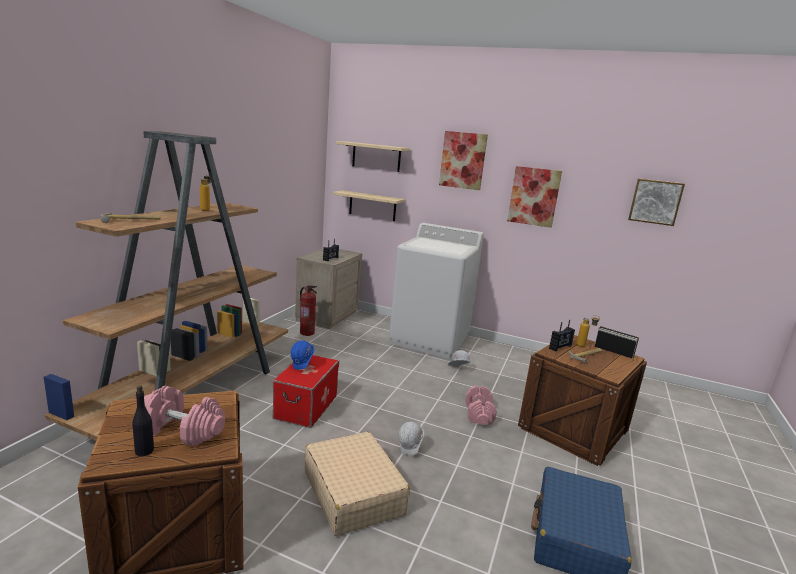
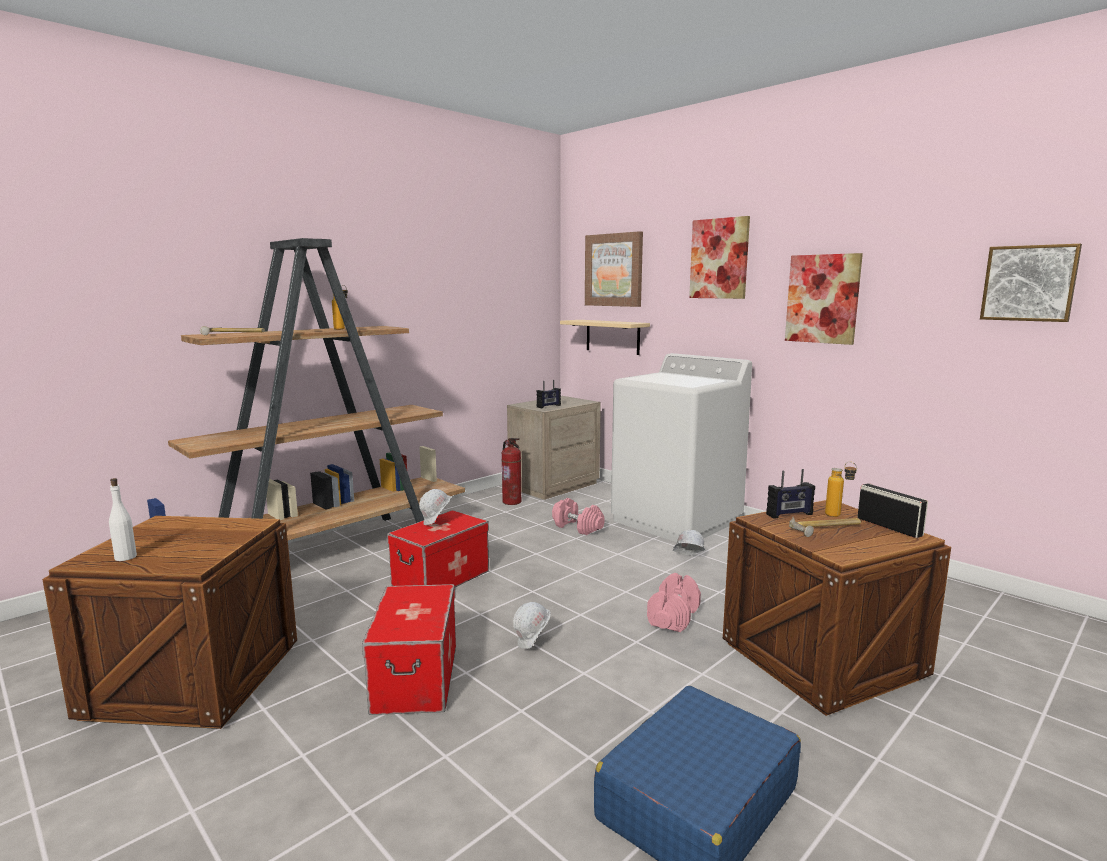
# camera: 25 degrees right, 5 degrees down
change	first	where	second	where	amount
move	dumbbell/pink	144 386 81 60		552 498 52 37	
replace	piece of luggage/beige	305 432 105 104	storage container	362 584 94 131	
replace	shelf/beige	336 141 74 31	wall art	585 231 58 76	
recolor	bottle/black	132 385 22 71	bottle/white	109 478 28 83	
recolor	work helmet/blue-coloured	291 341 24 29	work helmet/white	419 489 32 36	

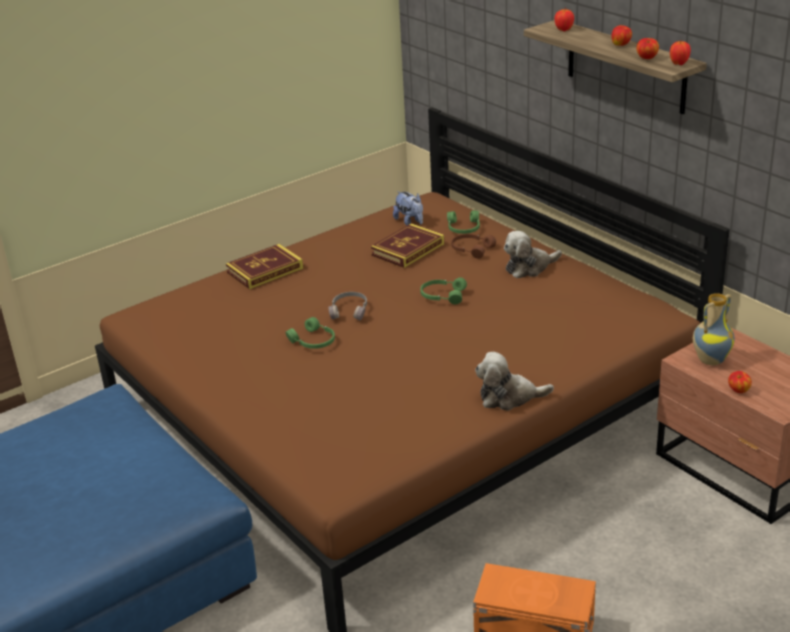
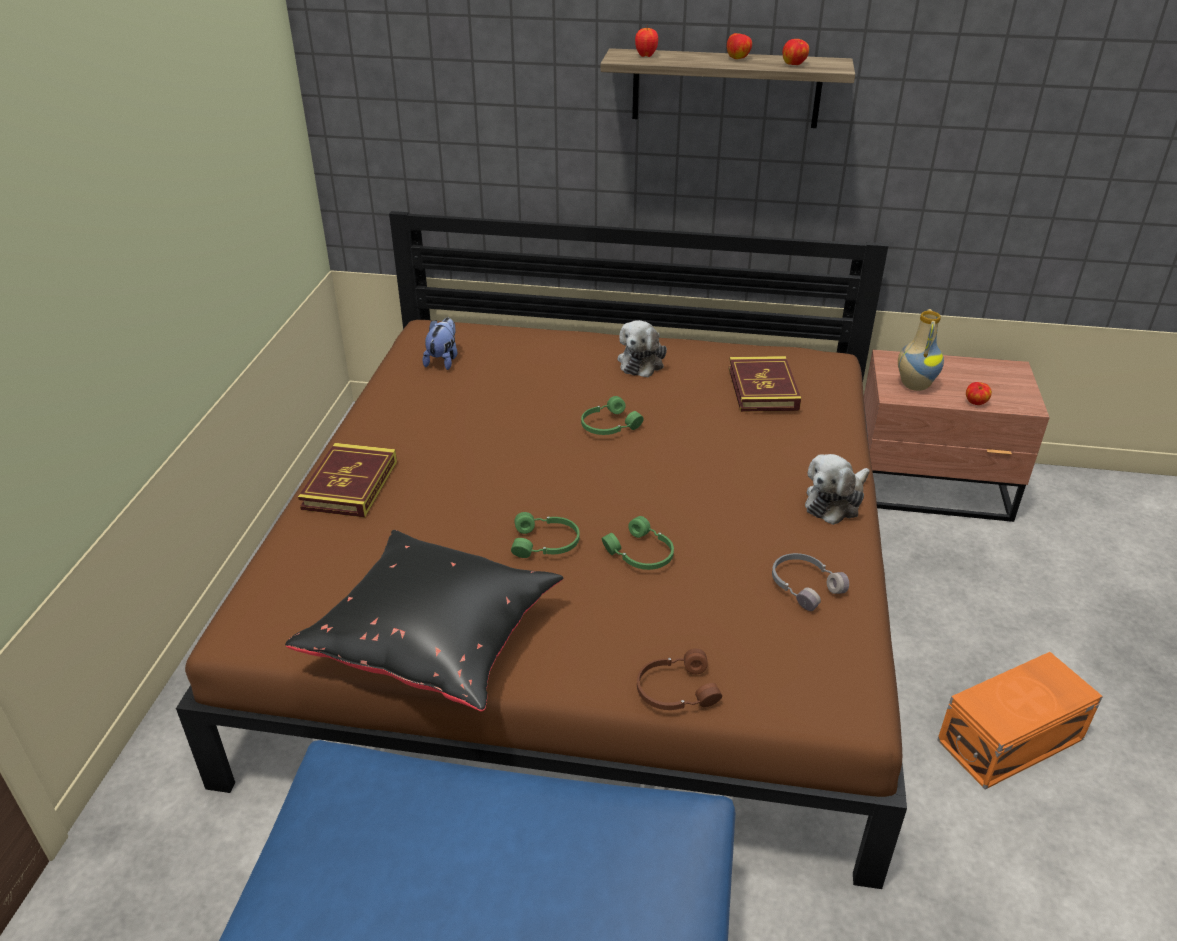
# camera: 45 degrees left, 5 degrees up
change	first	where	second	where	amount
delete	whole apple	670 40 21 25			
insert			pillow/black	285 530 278 181	
move	headphones/grey	329 292 38 28		772 553 77 58	
move	book	371 223 73 45		729 356 72 56	
move	headphones/green	447 210 33 24		602 516 72 54	
move	headphones/brownish	451 234 45 25		637 648 85 62	
rotate	soft toy	393 191 30 34		422 318 35 52	90 degrees counterclockwise

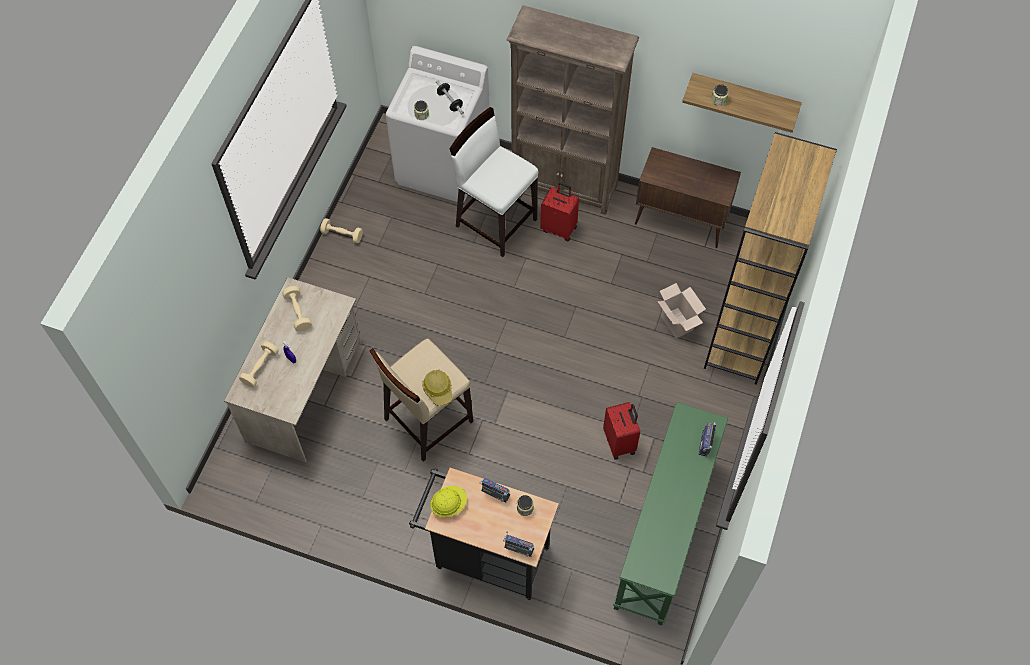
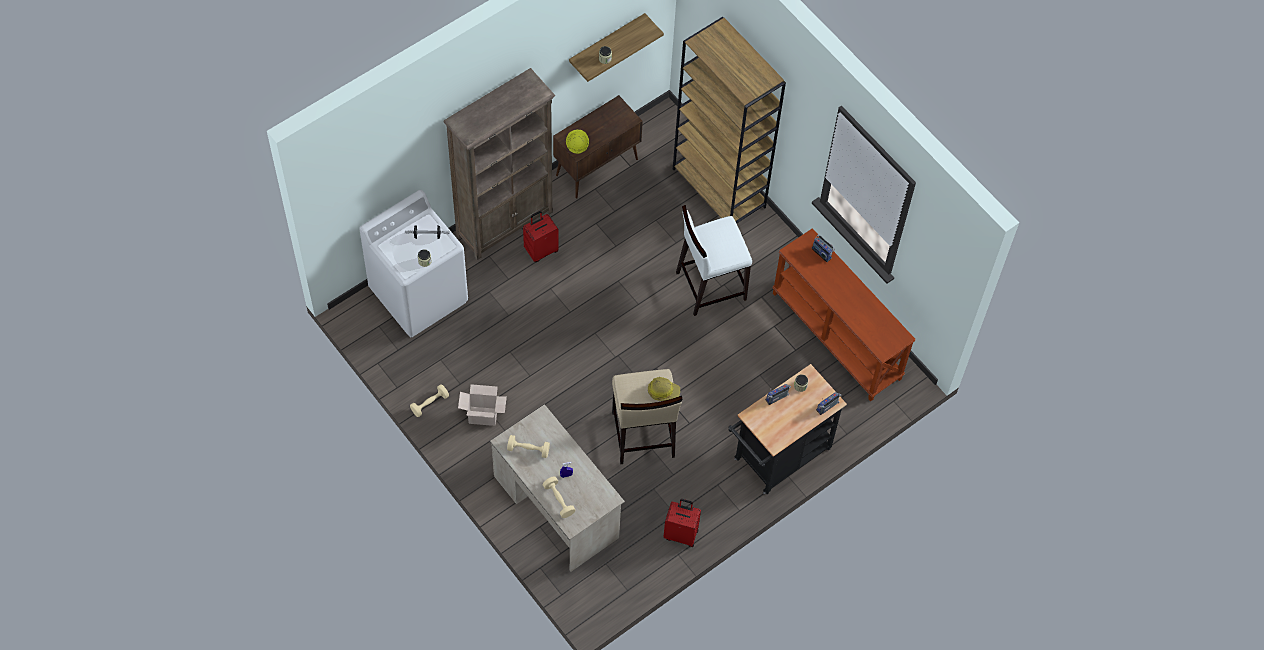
# camera: 60 degrees left, 0 degrees up
change	first	where	second	where	amount
move	work helmet/yellow	430 486 37 31		566 129 23 25	
move	stool/white	449 107 89 150		676 205 76 111	
move	piece of luggage/red	603 402 37 58		663 499 38 48	
move	cardboard box	657 283 49 55		458 384 49 42	
recolor	narrow table/green	613 402 115 224	narrow table/brownish	772 228 144 173	

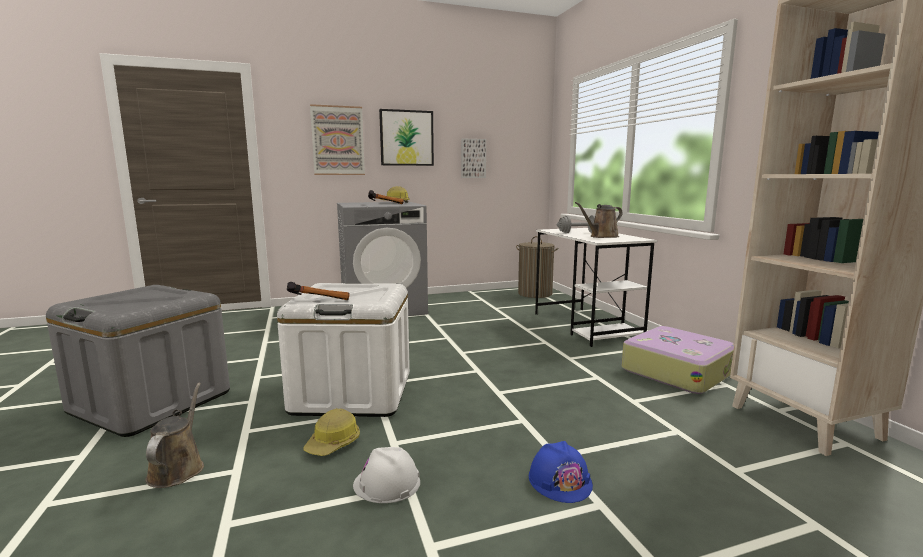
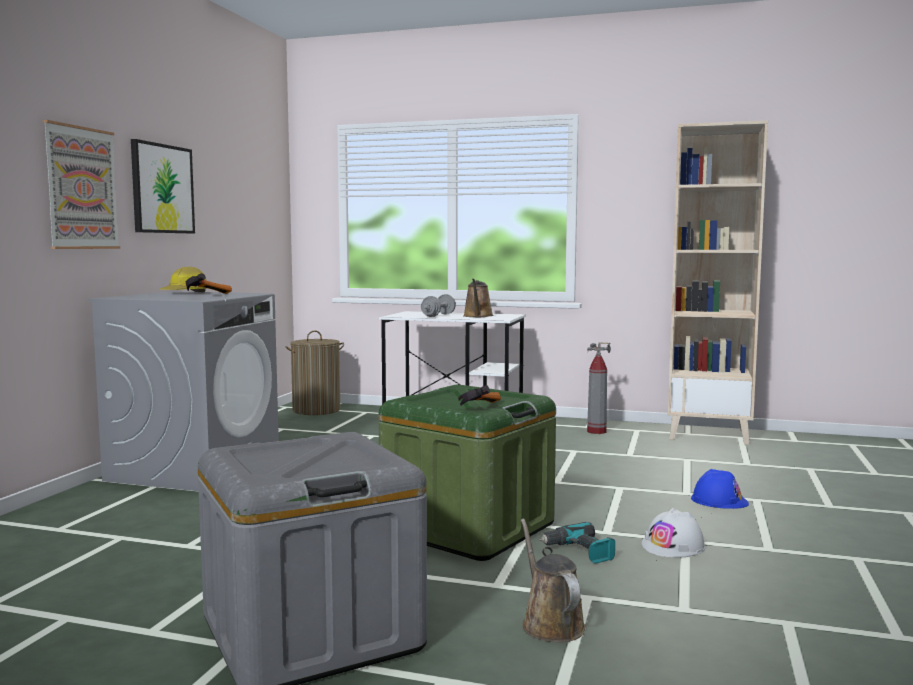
# camera: 55 degrees left, 5 degrees down
change	first	where	second	where	amount
delete	wall art	461 138 25 40			
replace	work helmet	304 408 56 48	drill	539 522 76 42	
replace	piece of luggage	622 326 112 68	fire extinguisher	587 343 24 91	
recolor	storage container/white	277 283 133 134	storage container/green	379 384 177 177	
rotate	watering can/brownish	145 383 59 105		521 519 64 124	45 degrees clockwise

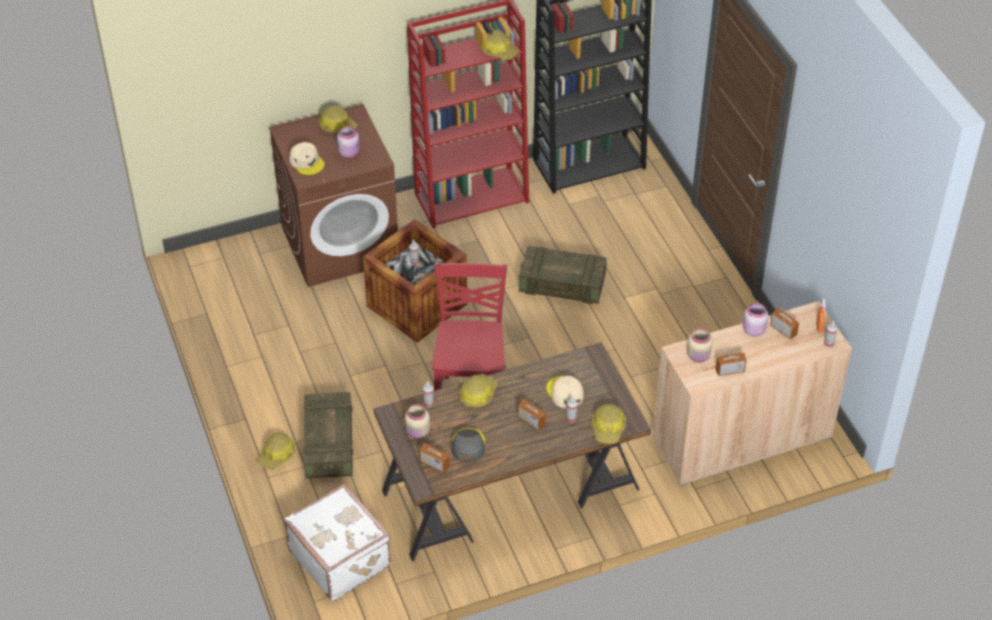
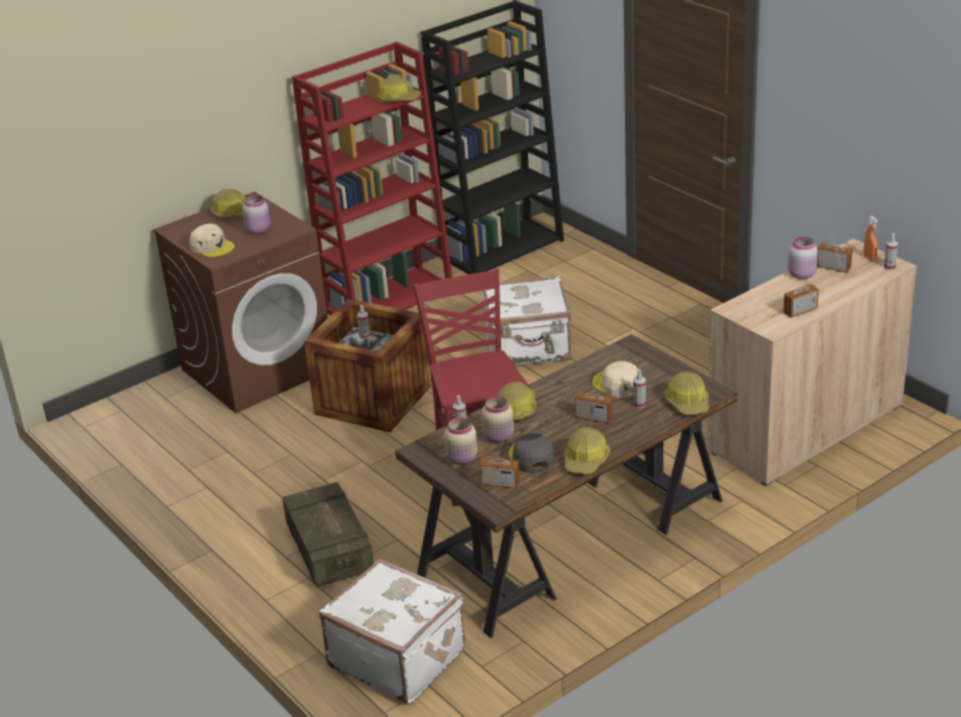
# camera: 15 degrees left, 15 degrees down
change	first	where	second	where	amount
move	work helmet	257 433 39 37		564 427 46 47	
move	preserve jar/beige	687 328 26 34		482 397 32 46	
replace	shipping crate	519 246 88 58	piece of luggage/white	482 276 89 89	

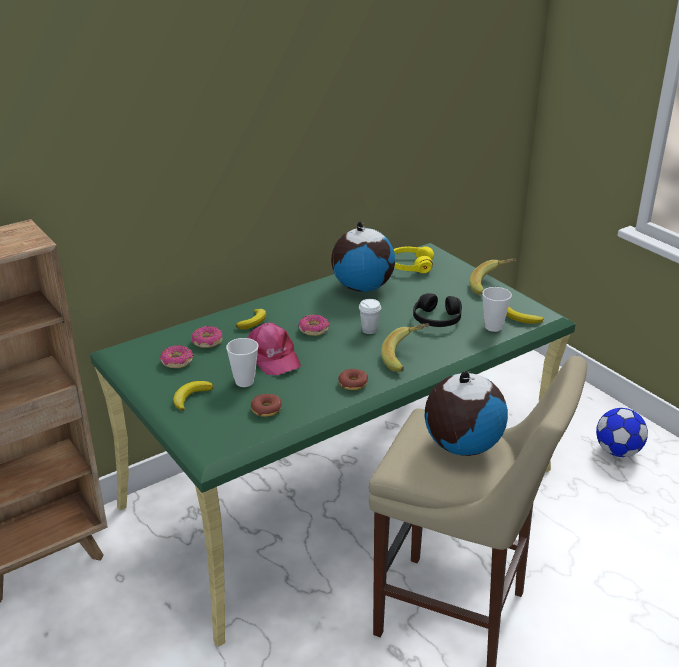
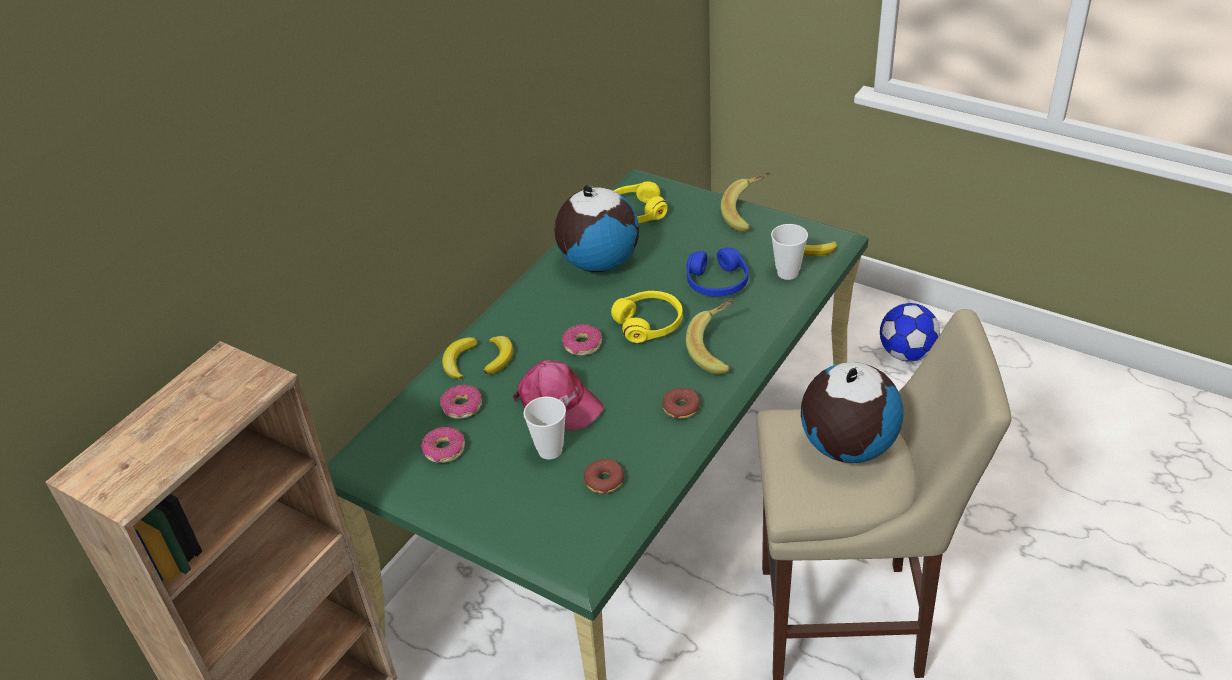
# camera: 20 degrees left, 10 degrees up
change	first	where	second	where	amount
move	whole banana	173 381 40 30		442 337 35 43	
replace	cup/white	359 299 22 35	headphones/yellow	611 291 72 52	
recolor	headphones/black	413 293 49 34	headphones/blue-coloured	687 247 61 50	

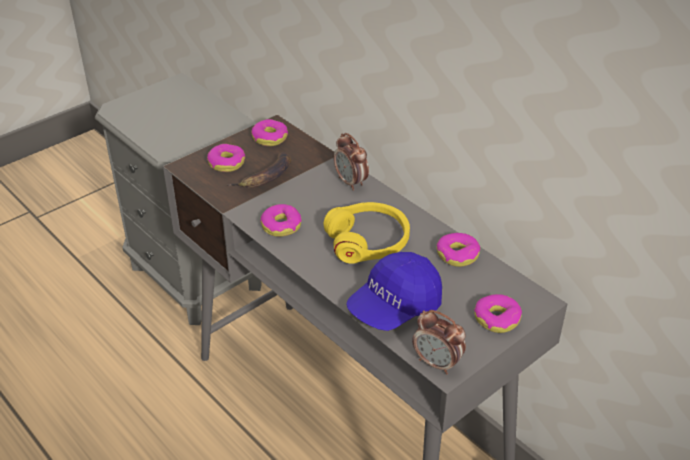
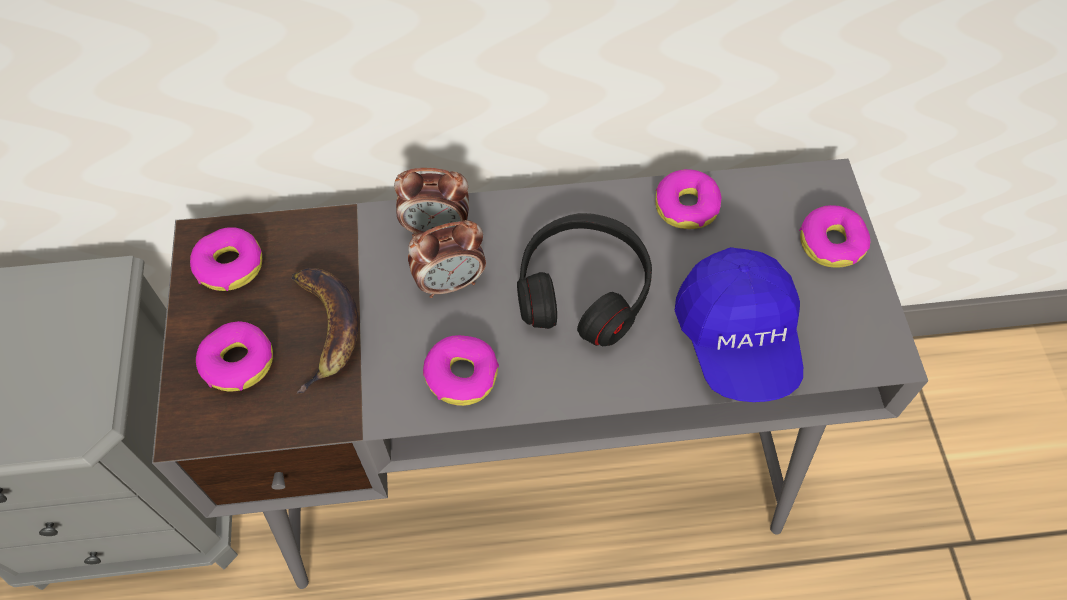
# camera: 55 degrees left, 20 degrees up
change	first	where	second	where	amount
move	table clock	412 310 54 64		408 220 78 78	
recolor	headphones/yellow	324 202 86 62	headphones/black	517 213 135 133	

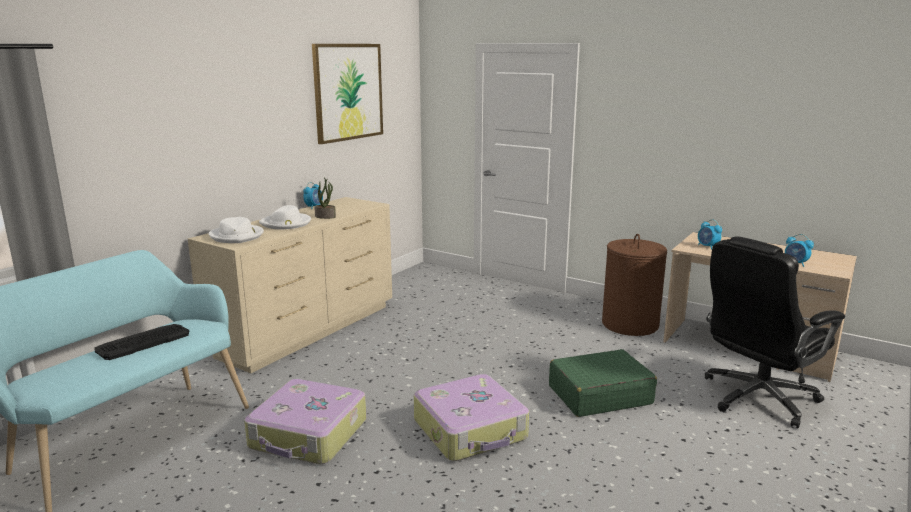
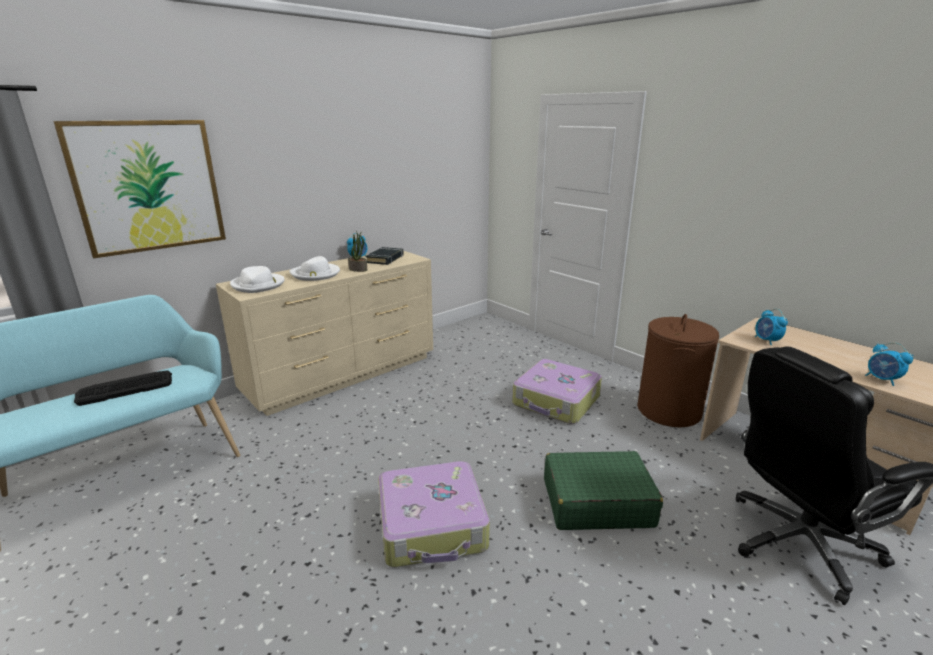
# camera: 15 degrees right, 5 degrees up
change	first	where	second	where	amount
insert			book/black	366 247 38 18	
move	piece of luggage	244 379 122 85		512 359 90 65	
move	wall art	312 44 71 100		53 120 173 138	

